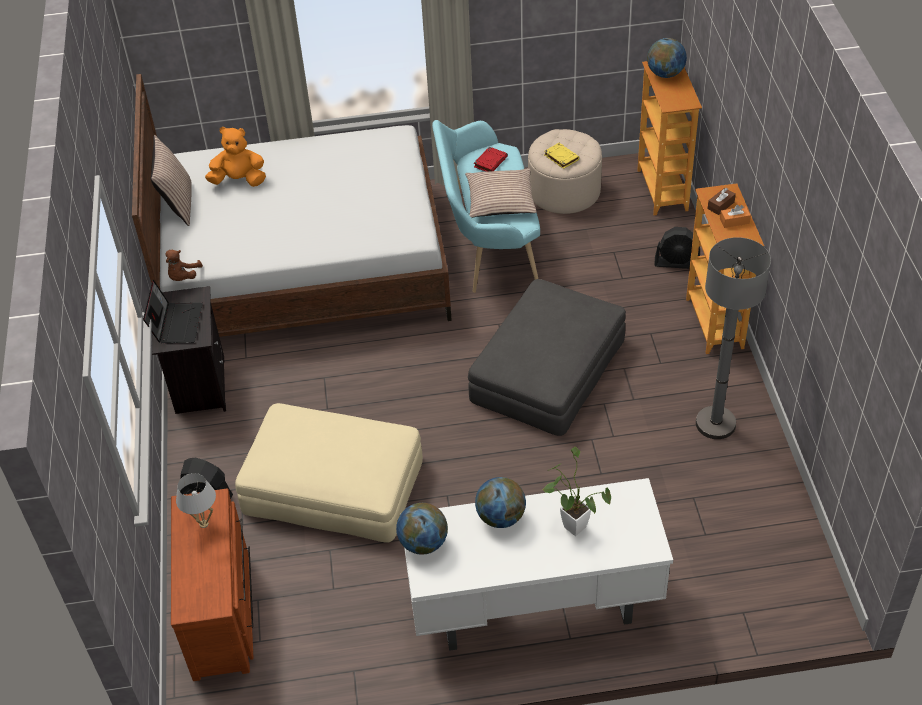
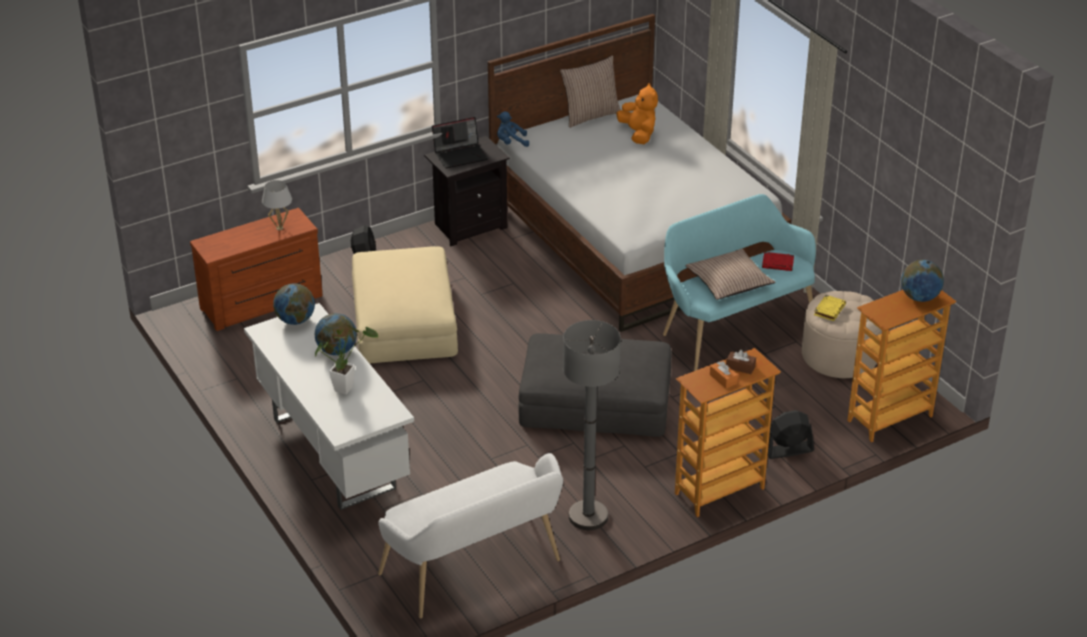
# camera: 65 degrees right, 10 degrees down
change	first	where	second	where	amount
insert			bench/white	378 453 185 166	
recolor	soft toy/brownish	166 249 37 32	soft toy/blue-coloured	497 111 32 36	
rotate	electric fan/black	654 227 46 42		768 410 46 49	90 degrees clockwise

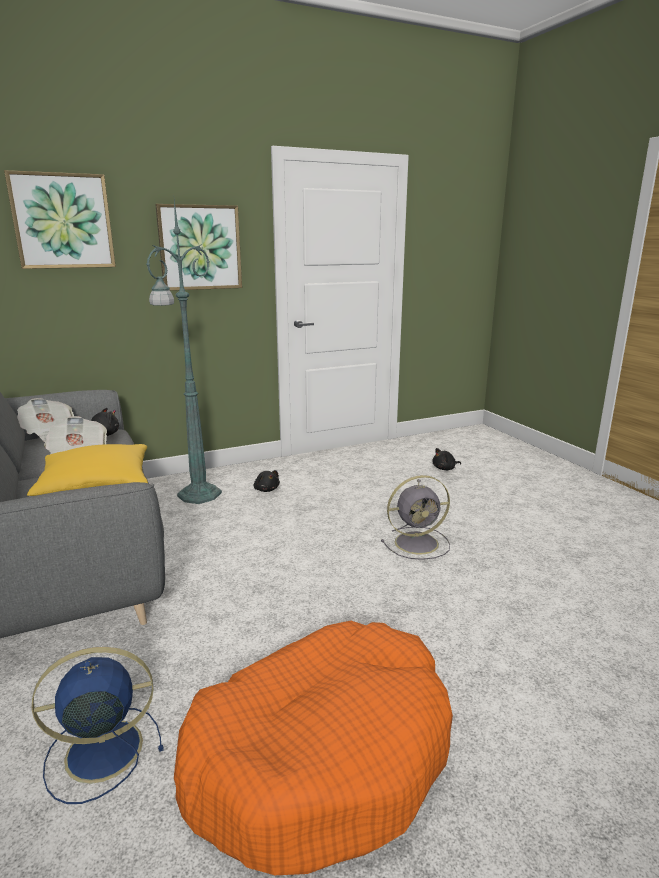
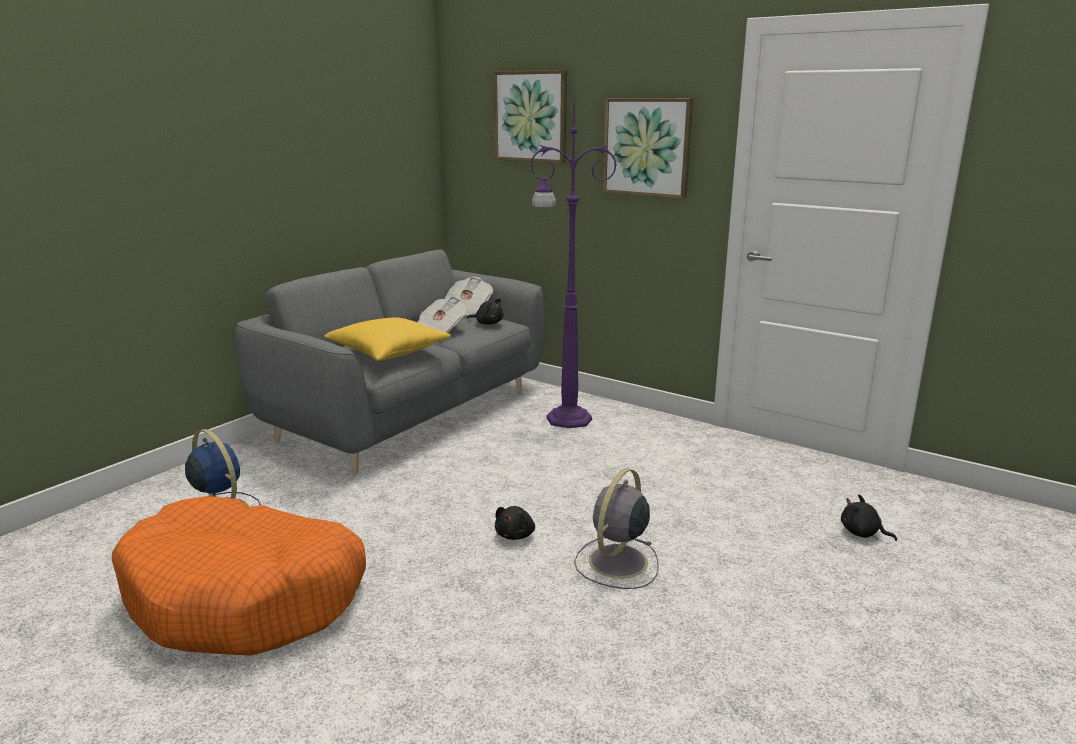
# camera: 60 degrees right, 0 degrees up
change	first	where	second	where	amount
move	soft toy/black	254 470 26 22		495 506 40 34	
recolor	standard lamp/green	146 200 76 304	standard lamp/purple	530 97 87 331	
rotate	electric fan/grey	381 475 69 85		574 469 85 120	75 degrees clockwise

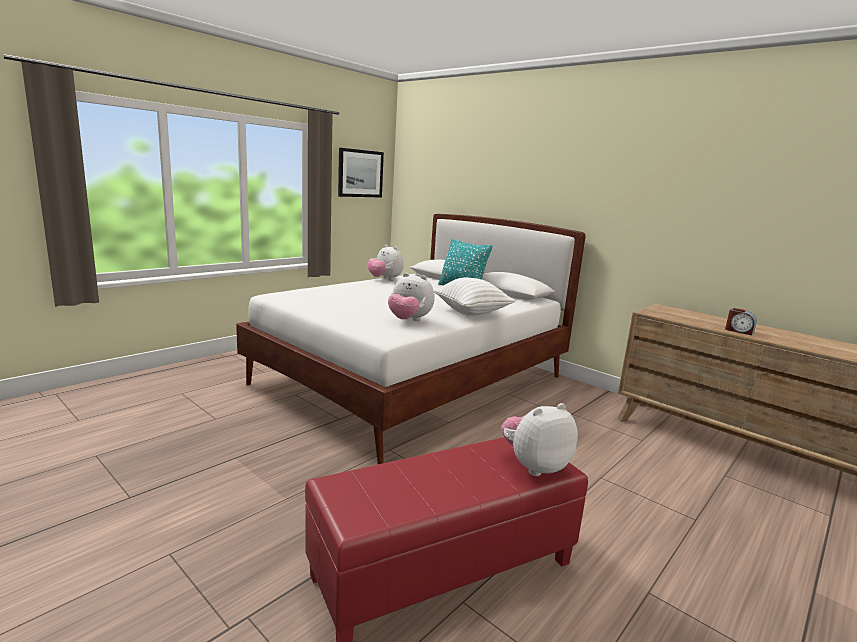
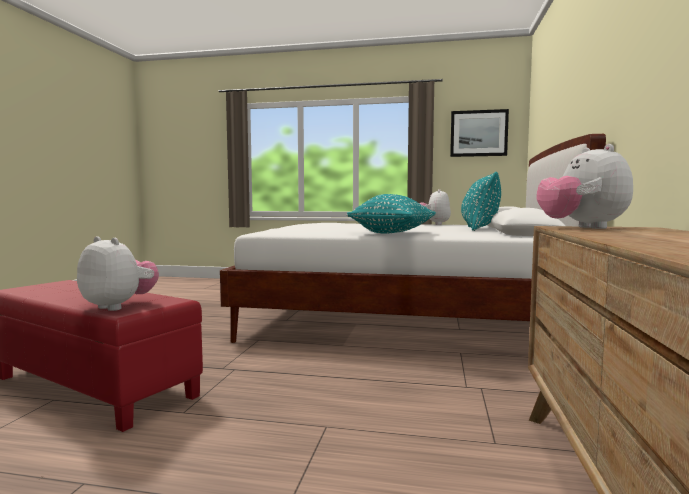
# camera: 60 degrees right, 10 degrees down
change	first	where	second	where	amount
delete	table clock	725 308 32 27			
move	soft toy	388 273 47 48		536 144 97 85	
recolor	pillow/white	433 278 83 38	pillow/blue-green	347 194 89 40	

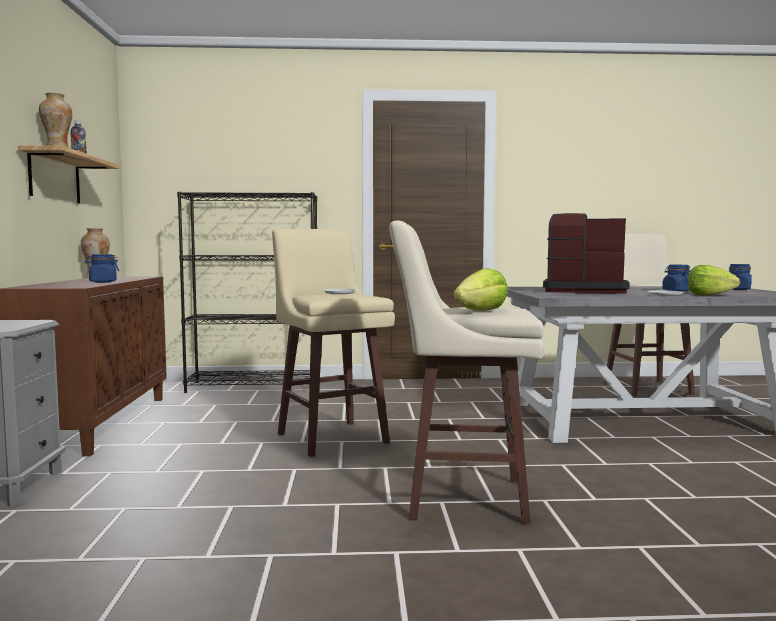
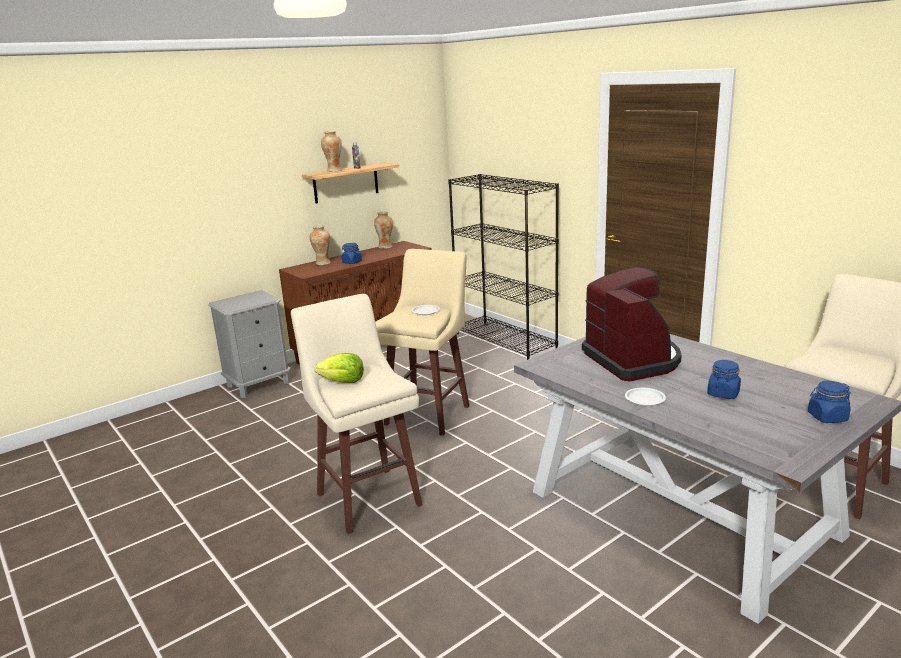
# camera: 55 degrees right, 15 degrees up
change	first	where	second	where	amount
delete	lettuce	688 265 52 30			
insert			vase	310 225 21 40	

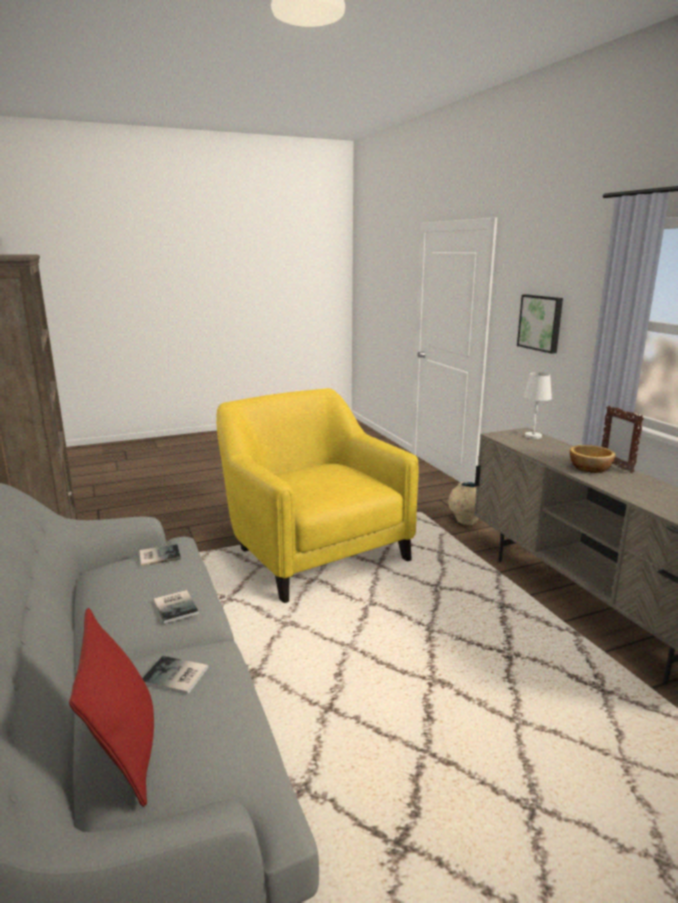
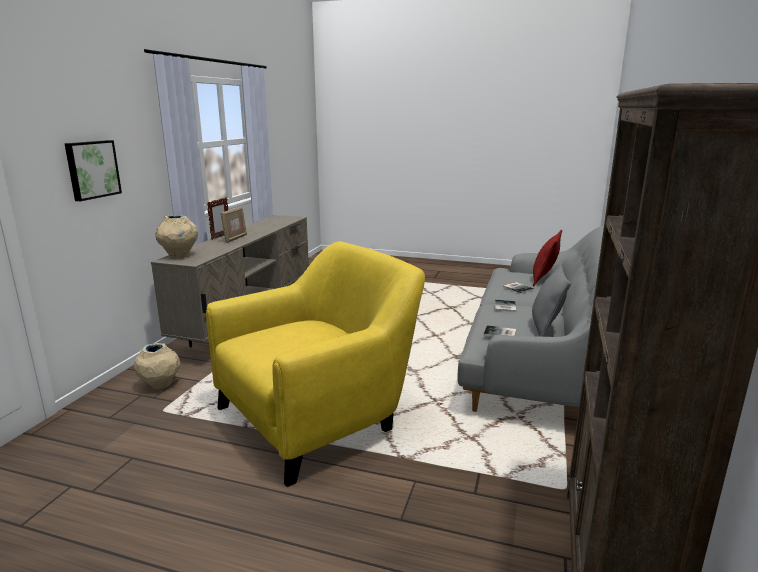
# camera: 140 degrees left, 0 degrees up
change	first	where	second	where	amount
insert			pillow/grey	532 263 39 74	
replace	lamp for a table/white	523 372 29 67	vase/beige	155 215 43 43	
replace	serving bowl	570 445 46 28	standing frame	221 206 26 37	
rotate	lounge chair/yellow	216 388 203 215		206 241 219 246	135 degrees counterclockwise

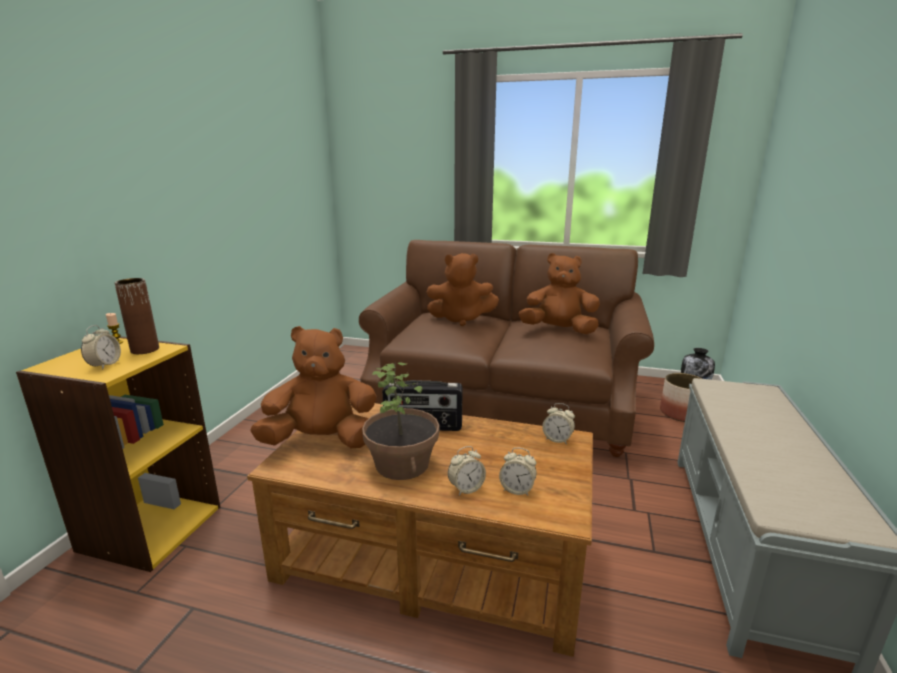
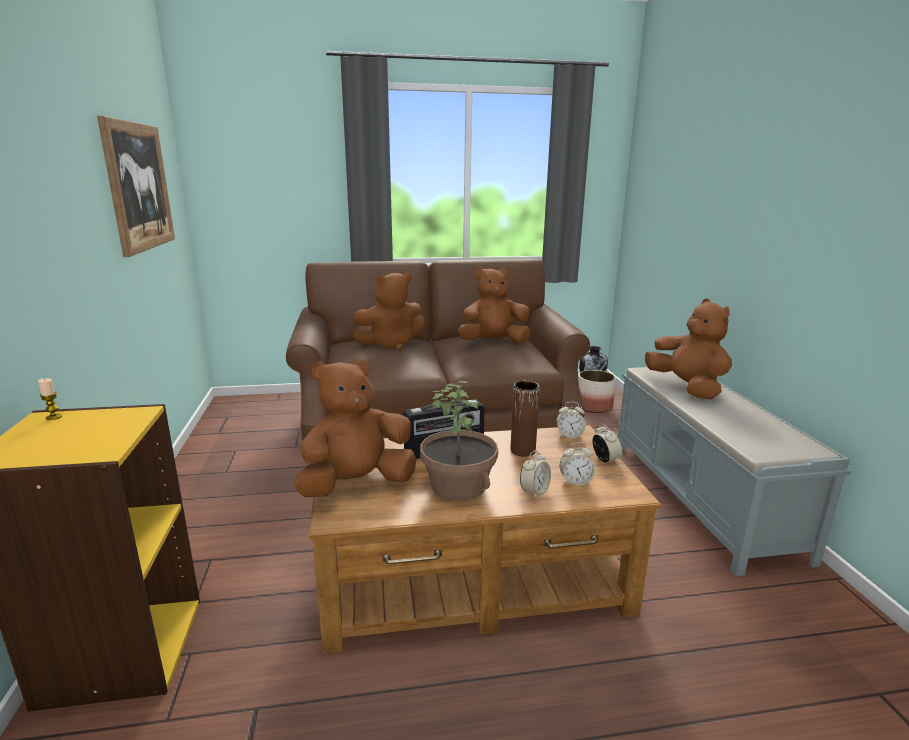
# camera: 25 degrees left, 0 degrees up
change	first	where	second	where	amount
insert			wall art	97 116 78 141	
insert			soft toy/brownish	645 299 87 101	
move	table clock	81 325 40 45		593 424 29 40	
move	vase/brownish	114 278 45 76		511 381 29 75	

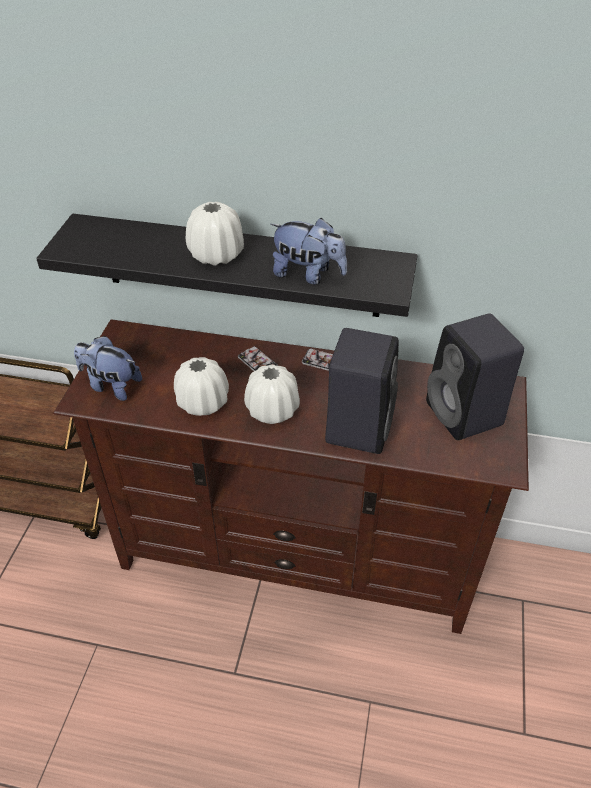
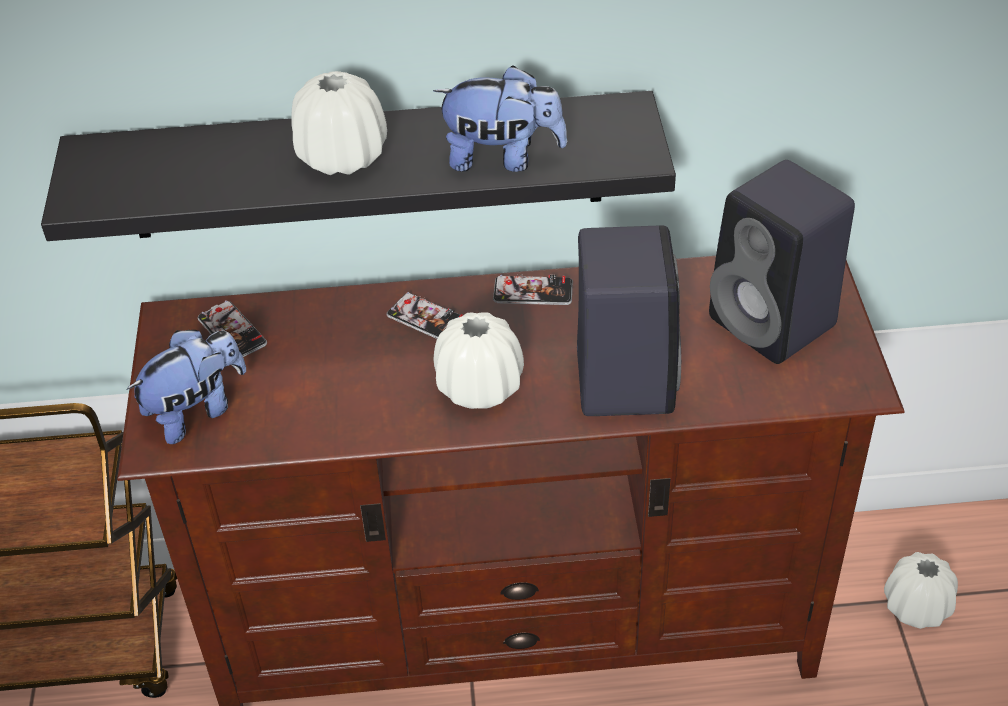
# camera: 15 degrees left, 0 degrees up
change	first	where	second	where	amount
insert			handset	198 300 69 57	
move	vase/white	174 357 55 59		884 552 74 77	
rotate	soft toy	74 336 68 65		126 330 120 114	135 degrees clockwise

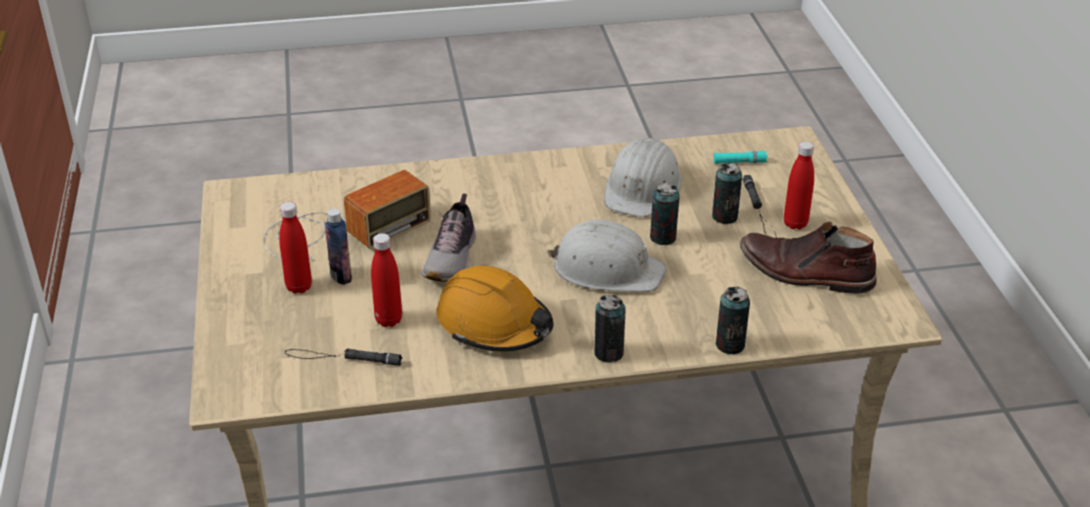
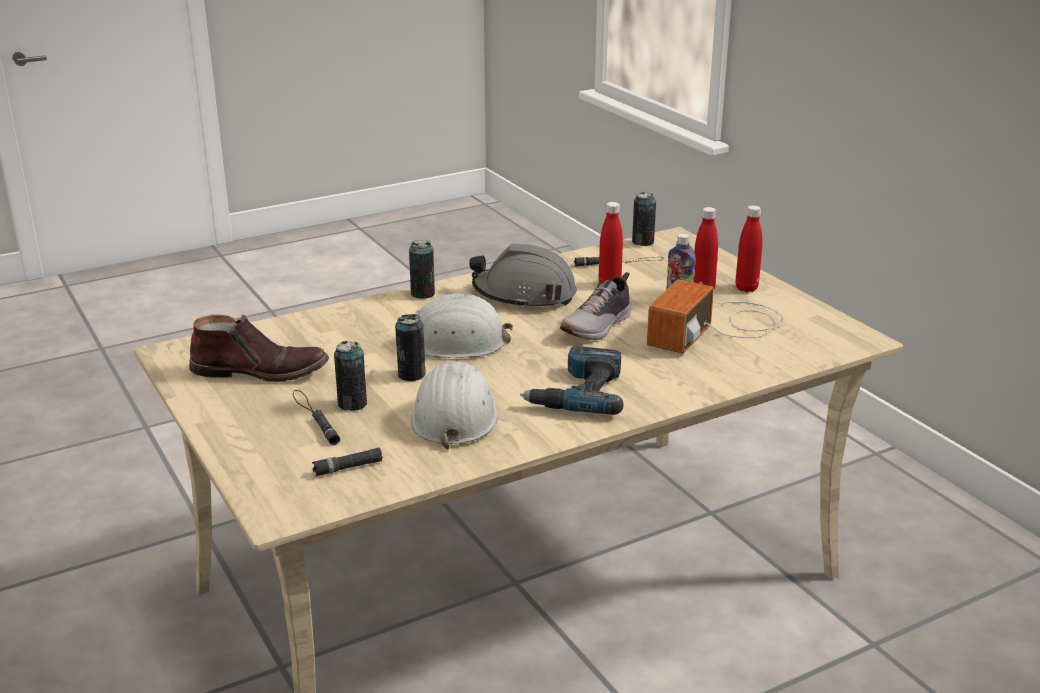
# camera: 160 degrees right, 10 degrees down
change	first	where	second	where	amount
insert			drill	520 346 104 69	
move	sealed can	715 287 35 67		632 192 24 54	
move	bottle/red	784 141 30 89		736 205 27 87	
recolor	work helmet/orange	436 266 118 86	work helmet/grey	469 244 108 65	
recolor	torch/blue-green	713 151 55 13	torch/black	312 448 71 29	
rotate	low shoe	422 194 54 88		560 272 71 68	135 degrees counterclockwise

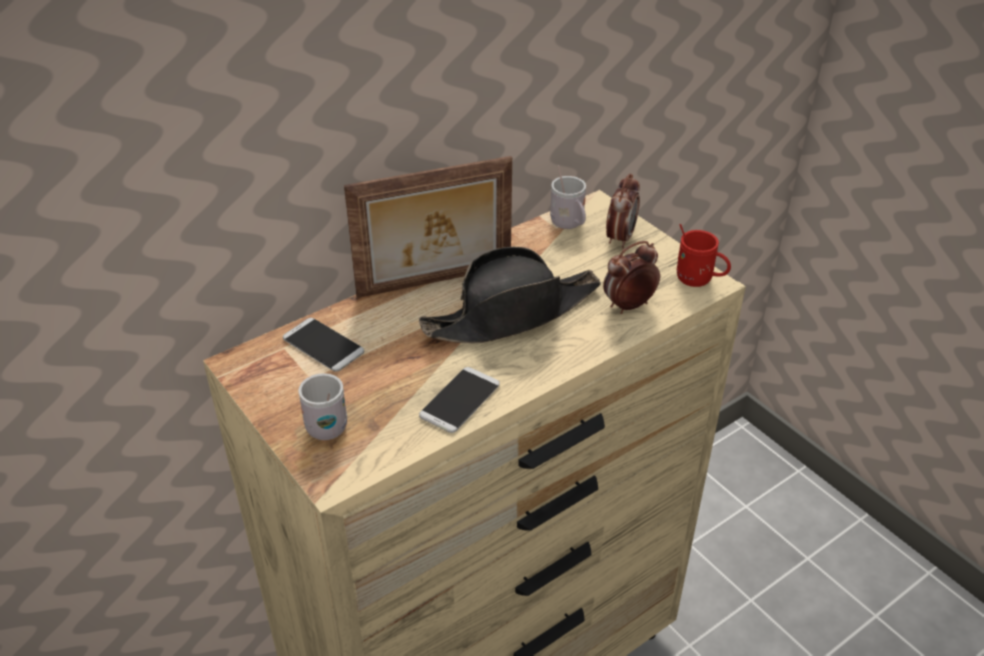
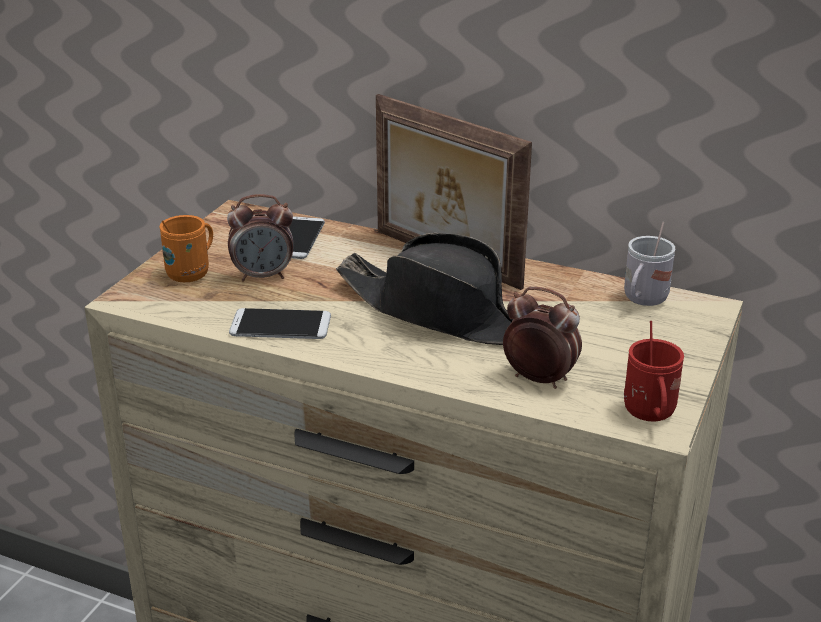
# camera: 60 degrees right, 10 degrees down
change	first	where	second	where	amount
move	table clock	606 173 34 75		227 194 66 88	
recolor	mug/white	298 373 49 67	mug/orange	159 215 54 67	

